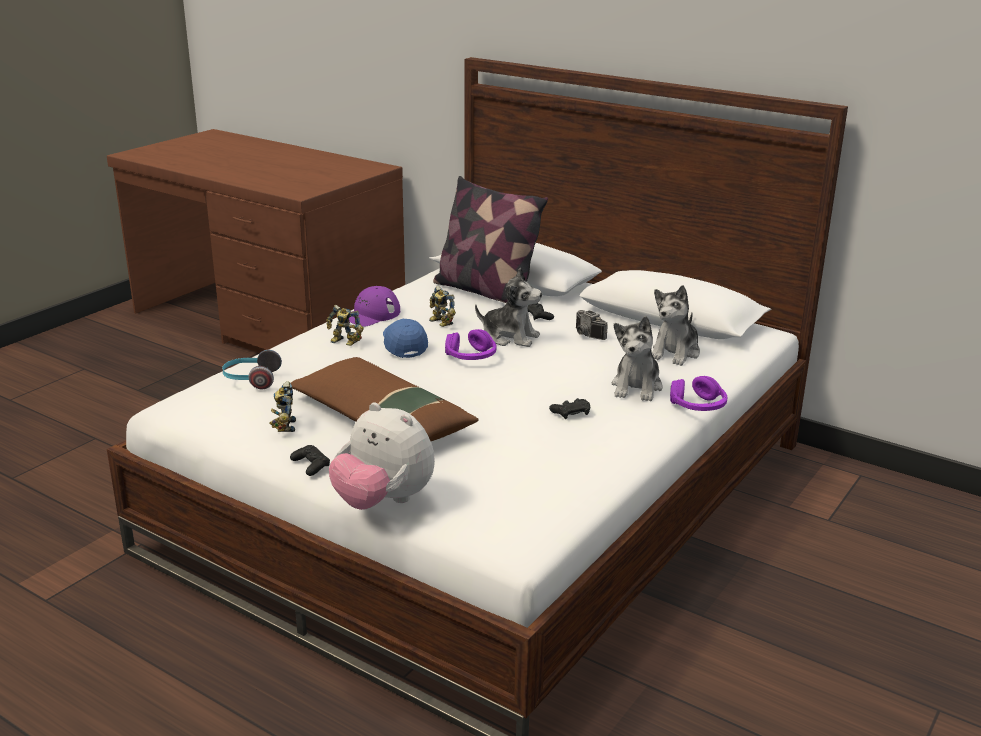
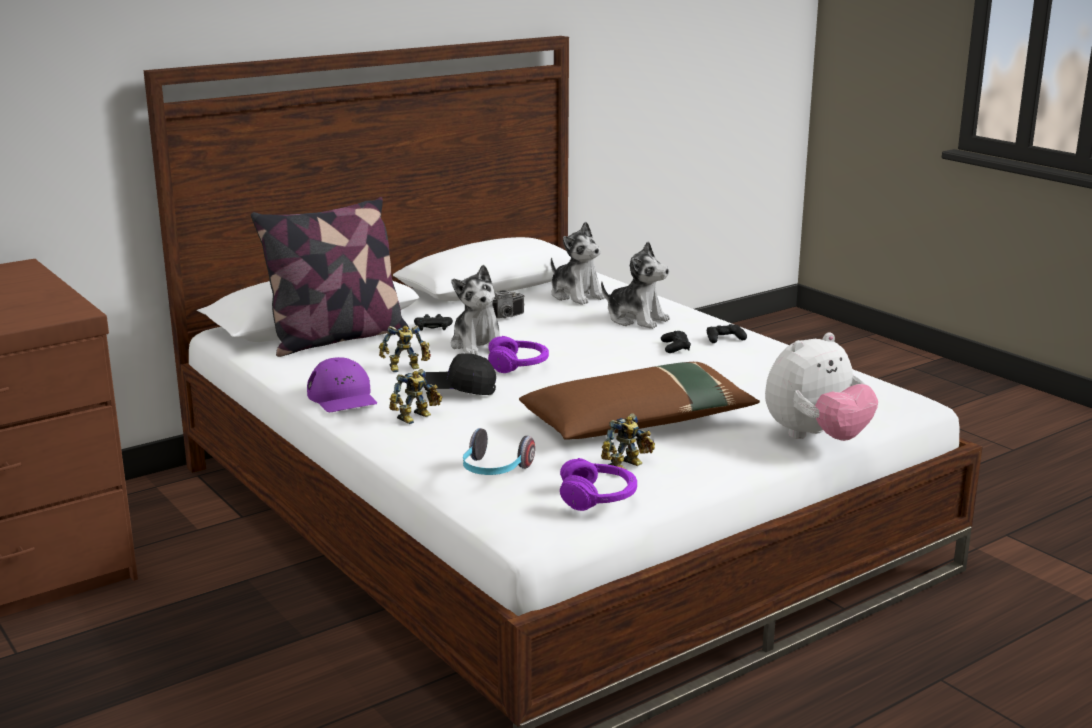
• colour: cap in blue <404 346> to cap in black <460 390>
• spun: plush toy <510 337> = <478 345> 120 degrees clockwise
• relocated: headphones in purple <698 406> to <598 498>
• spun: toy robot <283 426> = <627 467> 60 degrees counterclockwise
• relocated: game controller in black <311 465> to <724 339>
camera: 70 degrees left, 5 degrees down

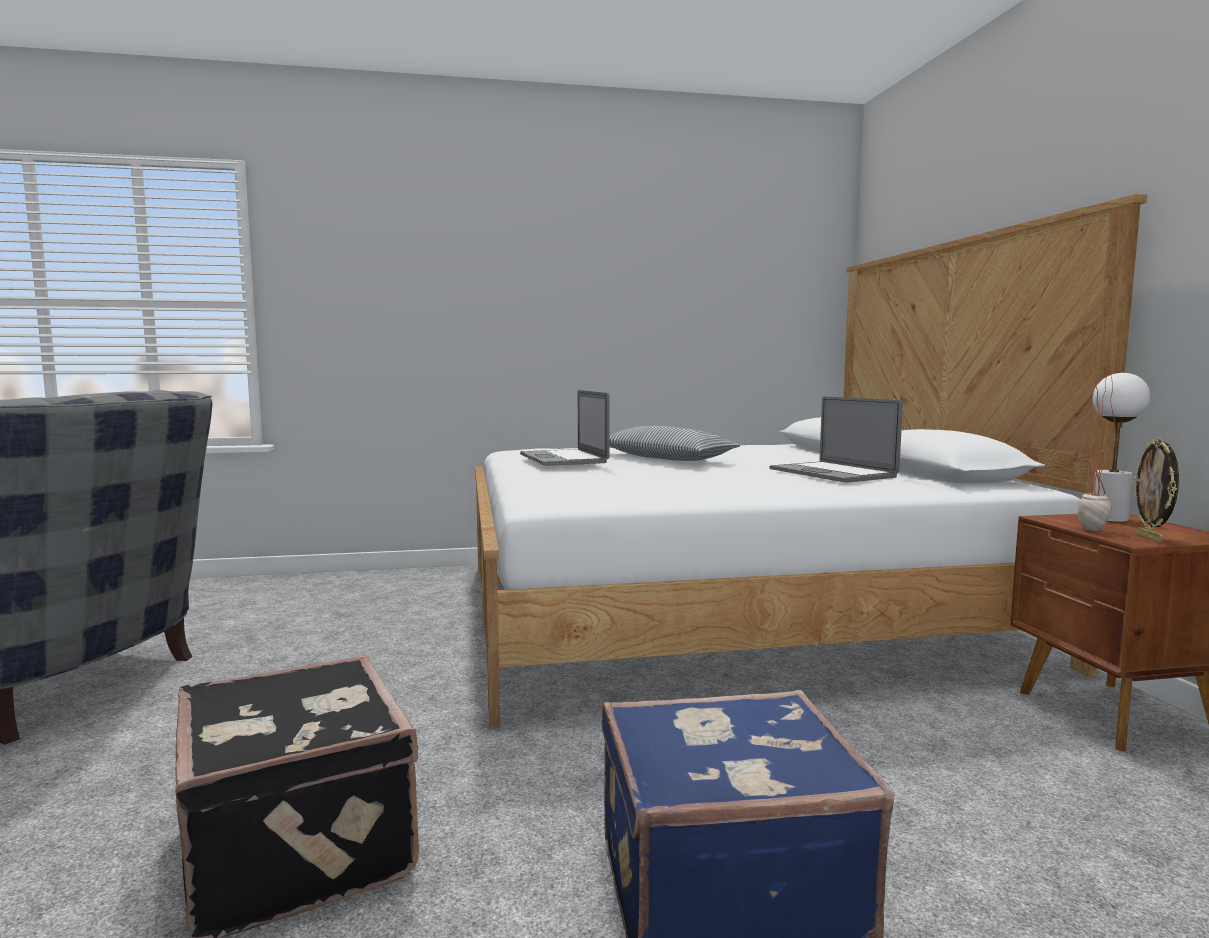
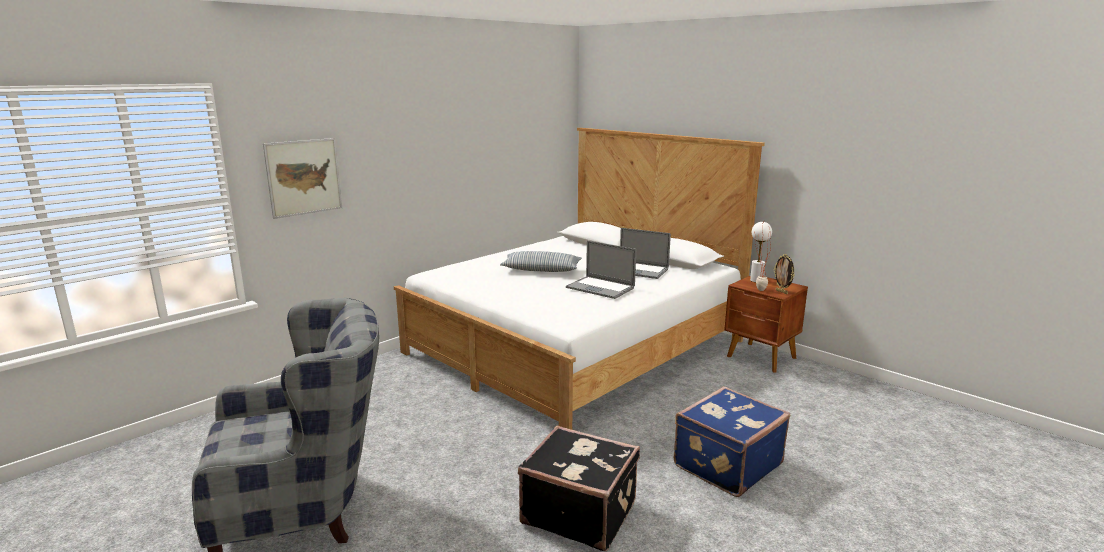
• appeared: picture <304 177>
• relocated: laptop <563 458> to <600 288>
camera: 35 degrees left, 10 degrees up

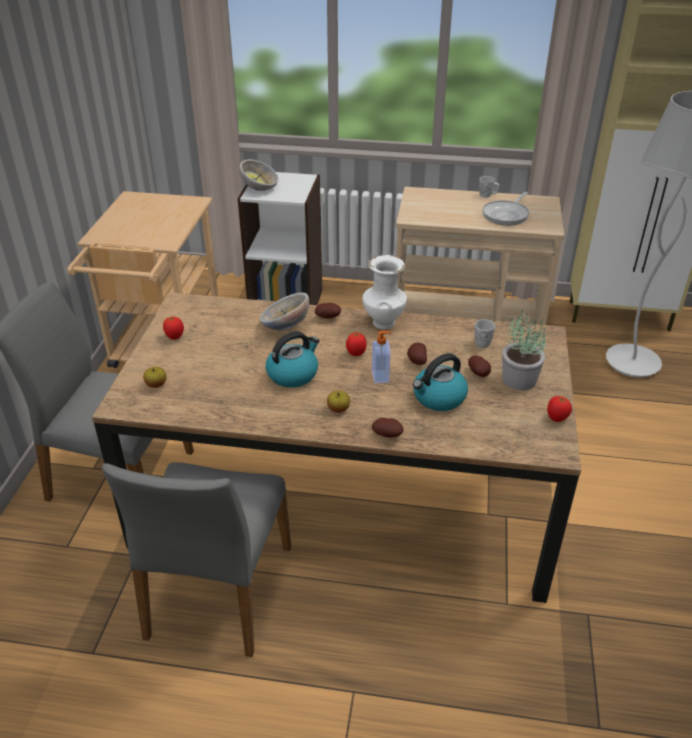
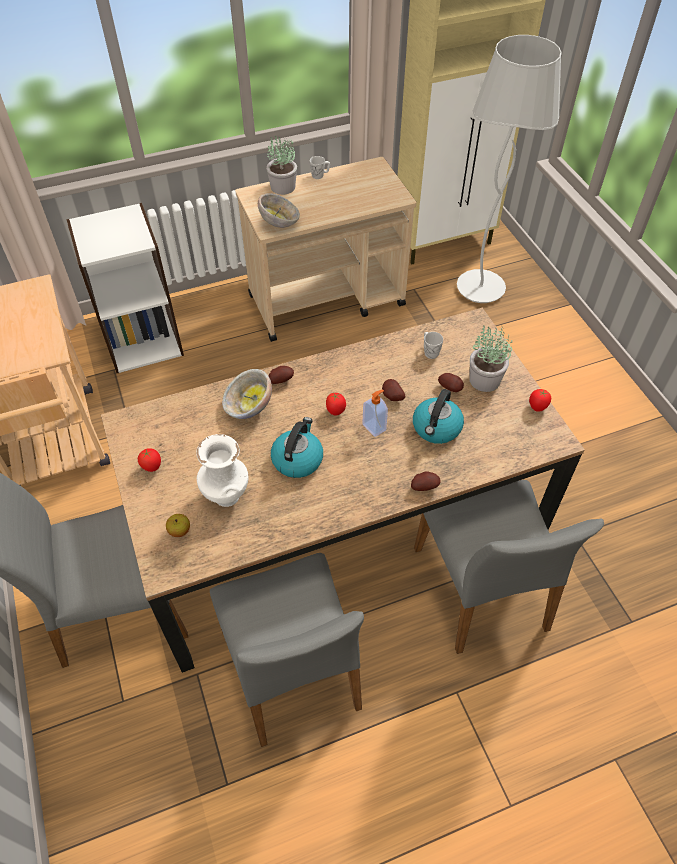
• relocated: vase in white <383 322> to <226 495>
• relocated: bowl <260 188> to <279 222>
• appeared: potted plant <283 187>
• appeared: chair in grey <482 589>
• missing: apple <338 409>
• missing: frying pan <506 215>
camera: 30 degrees left, 15 degrees up

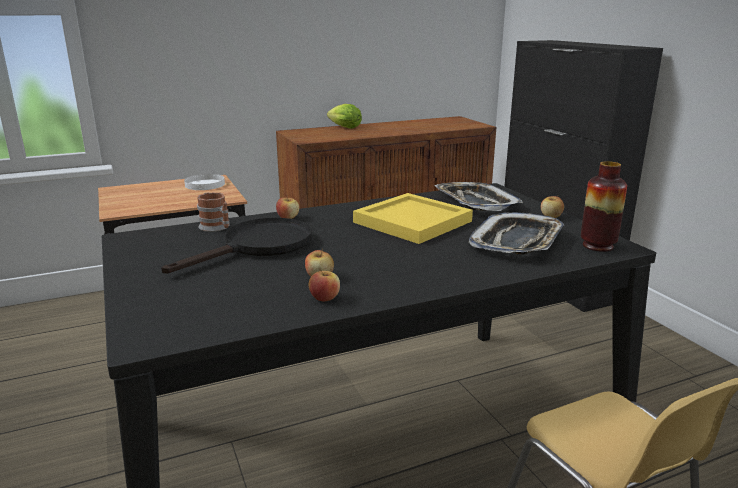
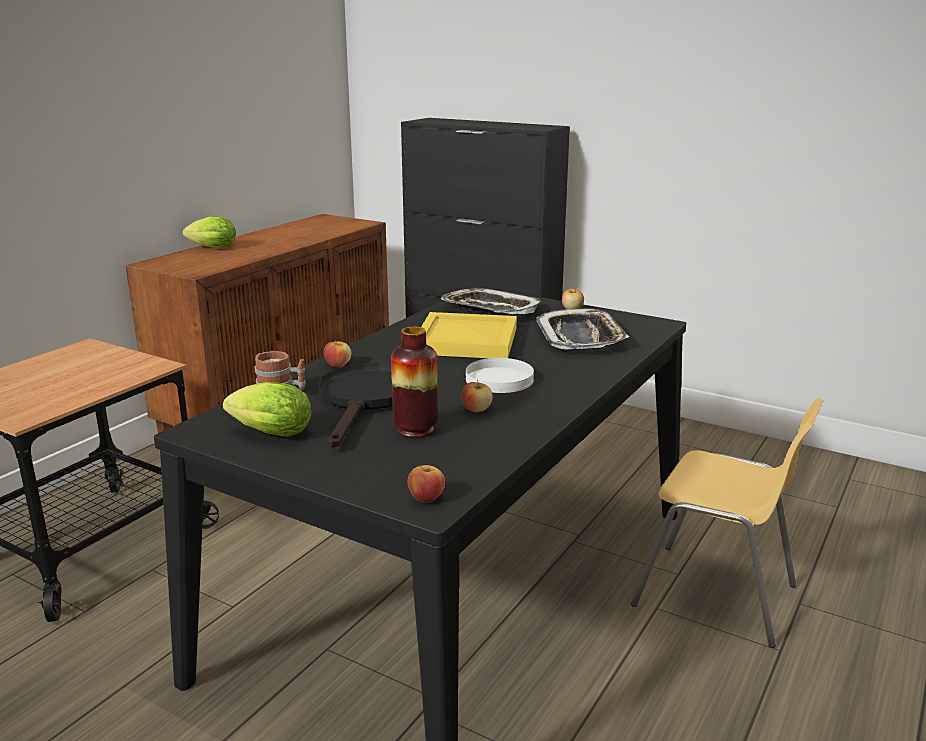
• appeared: lettuce <267 433>
• relocated: vase <597 246> to <415 430>
• relocated: apple <324 298> to <426 498>
• relocated: plate in white <204 184> to <499 379>
camera: 35 degrees left, 0 degrees up

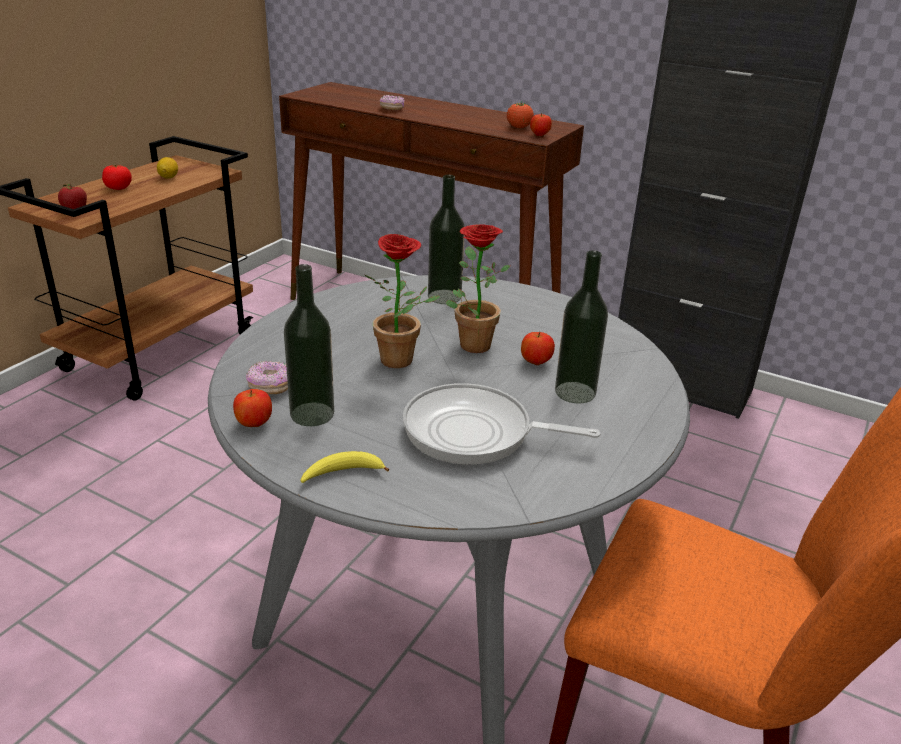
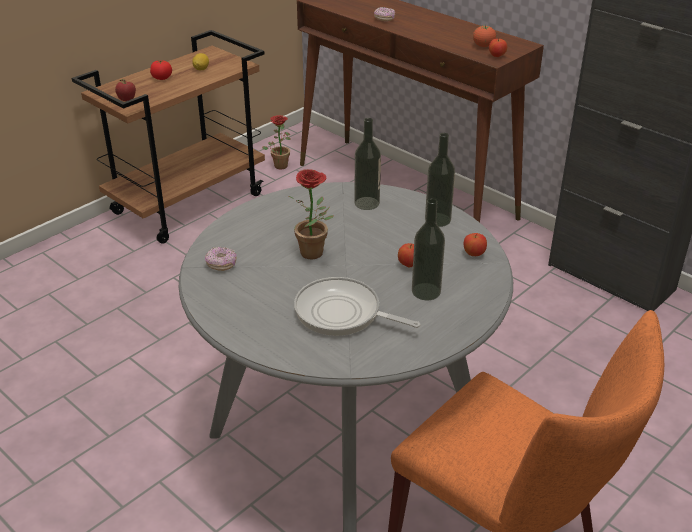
• relocated: potted plant <471 342> to <280 164>
• relocated: bottle <312 414> to <438 219>
• relocated: apple <254 424> to <473 254>
• missing: banana <342 474>
camera: 15 degrees right, 5 degrees up

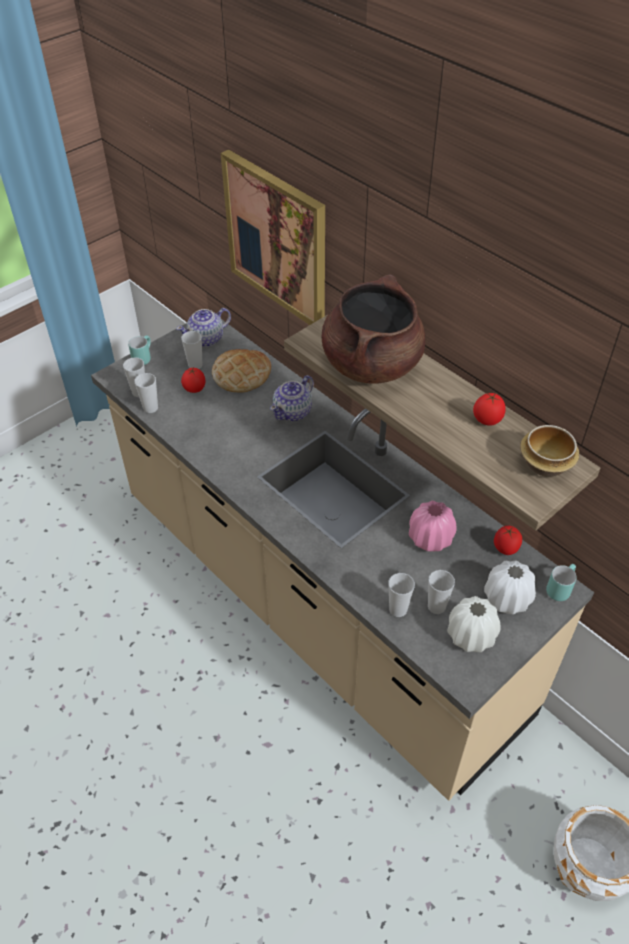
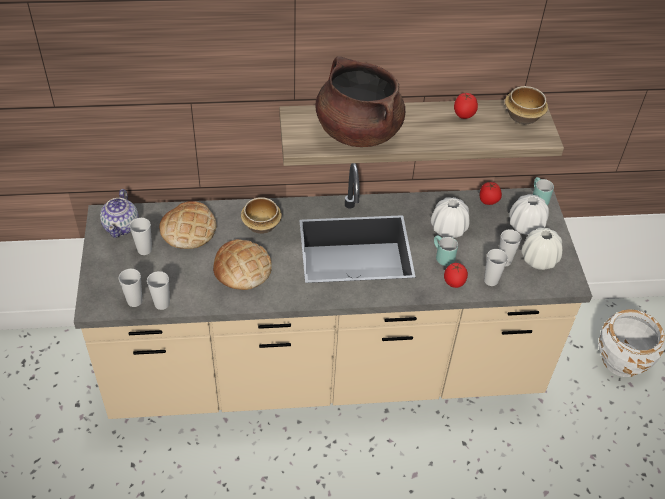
• appeared: bread <242 269>
• exchanged: teapot <293 412> to bowl <262 225>
• colour: vase in pink <430 538> to vase in white <448 229>
• relocated: mug in turquoise <142 357> to <441 257>
• relocated: tomato <194 389> to <454 283>
• missing: picture <277 239>
camera: 55 degrees left, 0 degrees up

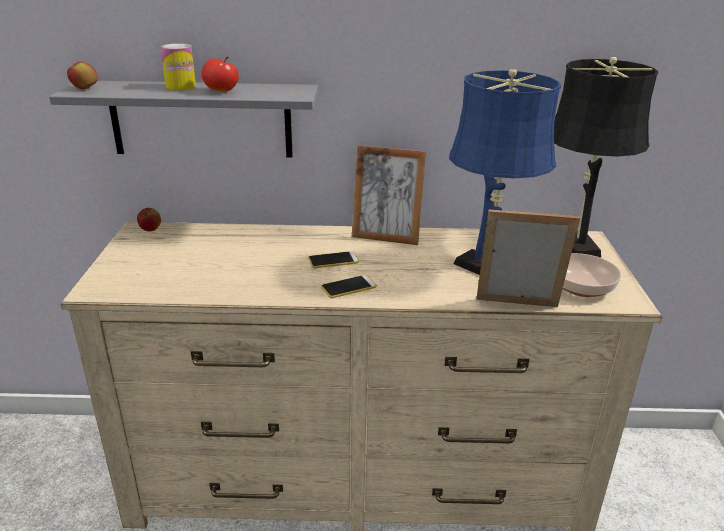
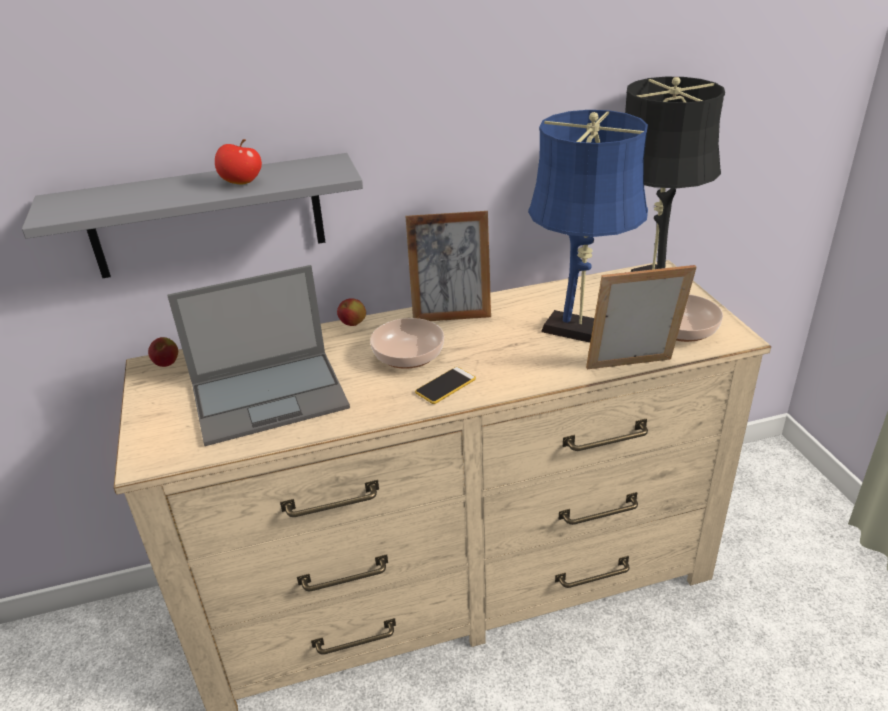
• appeared: laptop <271 396>
• relocated: apple <85 89> to <353 324>
• exchanged: phone <333 260> to bowl <409 356>
• missing: can <181 86>
camera: 15 degrees left, 5 degrees up

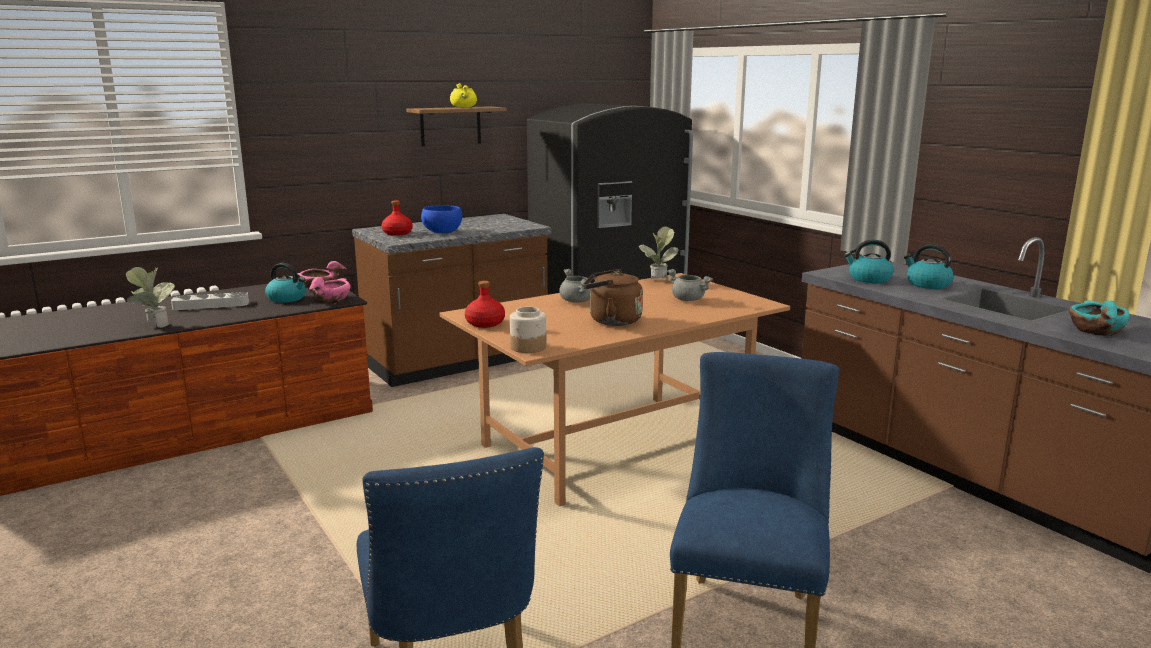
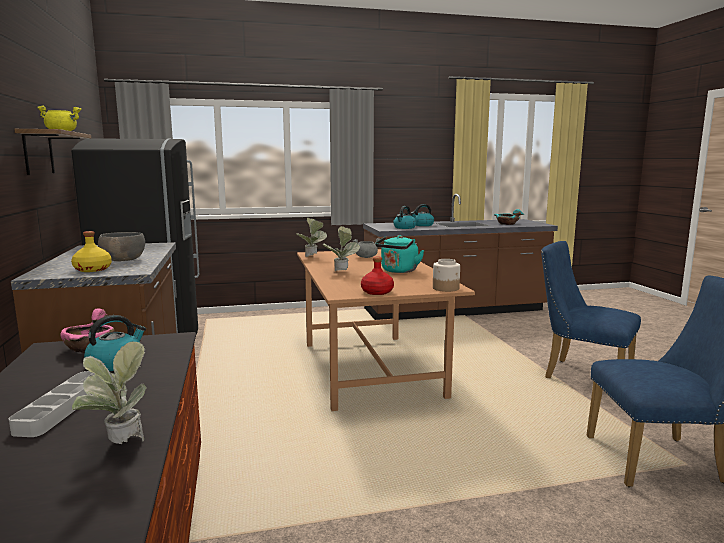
• colour: bottle in red <397 233> to bottle in yellow <92 269>
• colour: bowl in blue <442 232> to bowl in grey <123 260>
• exchanged: cooking pot in grey <577 301> to potted plant <342 272>
• colour: kettle in brown <611 321> to kettle in turquoise <398 271>
• missing: bowl in pink <331 299>
camera: 70 degrees left, 5 degrees down

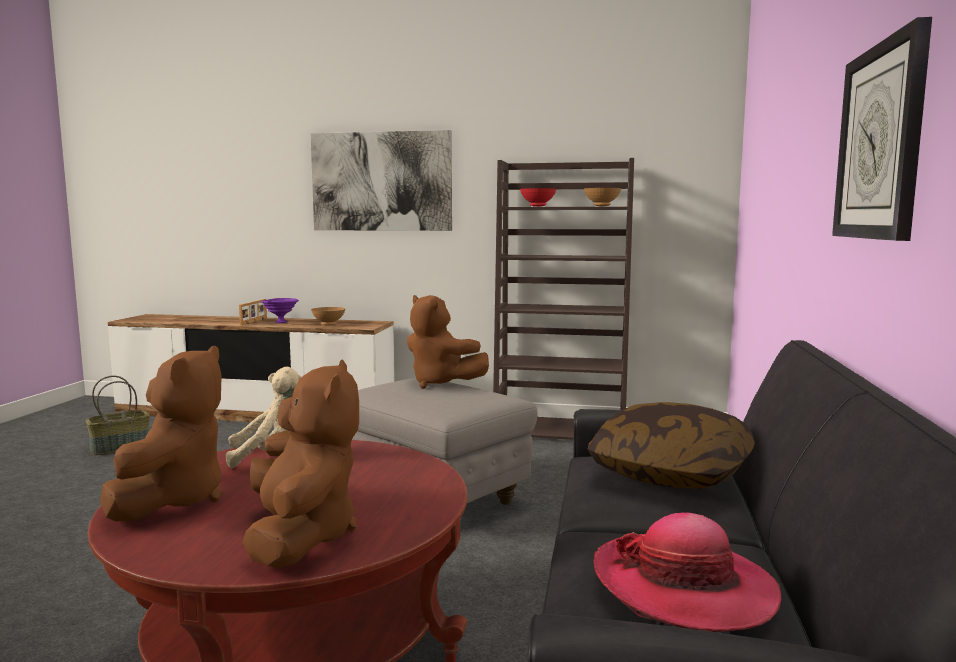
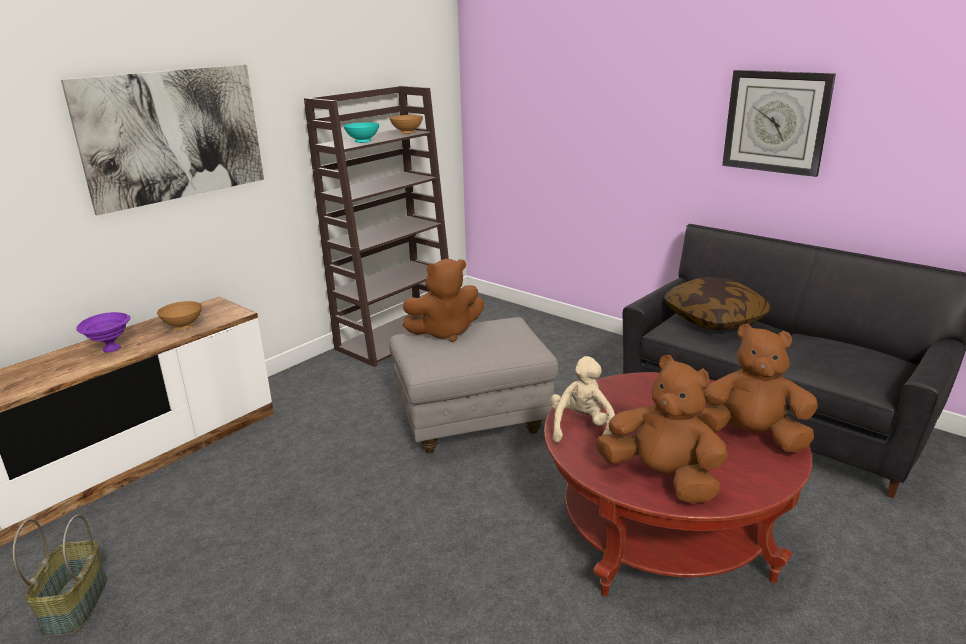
• colour: bowl in red <538 206> to bowl in turquoise <363 142>
• missing: picture frame <254 321>
• missing: hat <683 586>
camera: 60 degrees left, 15 degrees up

